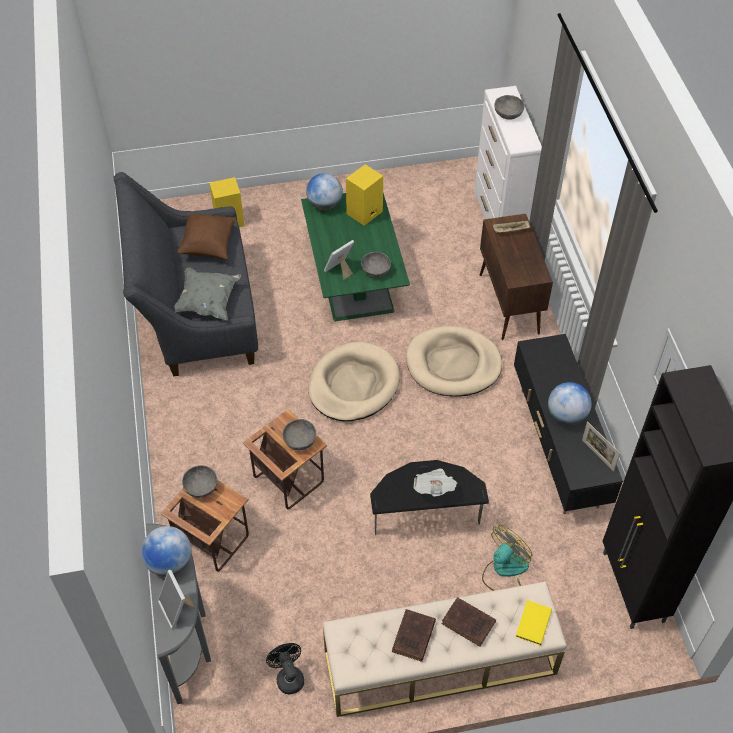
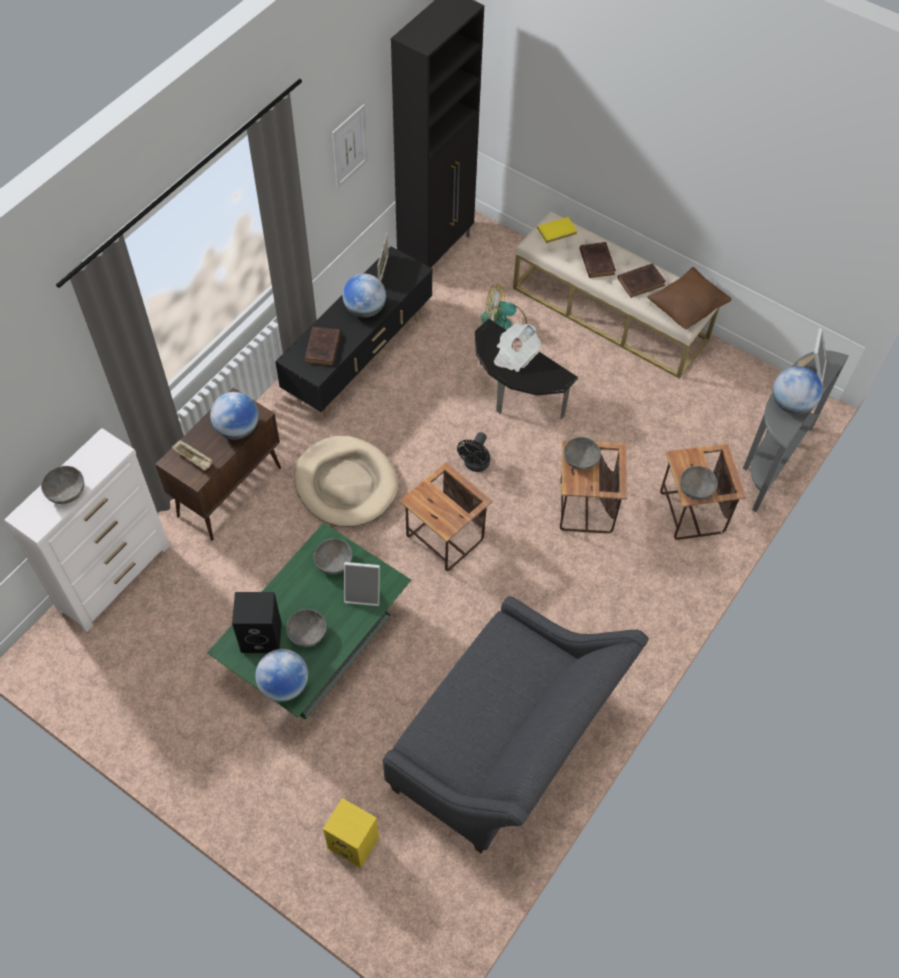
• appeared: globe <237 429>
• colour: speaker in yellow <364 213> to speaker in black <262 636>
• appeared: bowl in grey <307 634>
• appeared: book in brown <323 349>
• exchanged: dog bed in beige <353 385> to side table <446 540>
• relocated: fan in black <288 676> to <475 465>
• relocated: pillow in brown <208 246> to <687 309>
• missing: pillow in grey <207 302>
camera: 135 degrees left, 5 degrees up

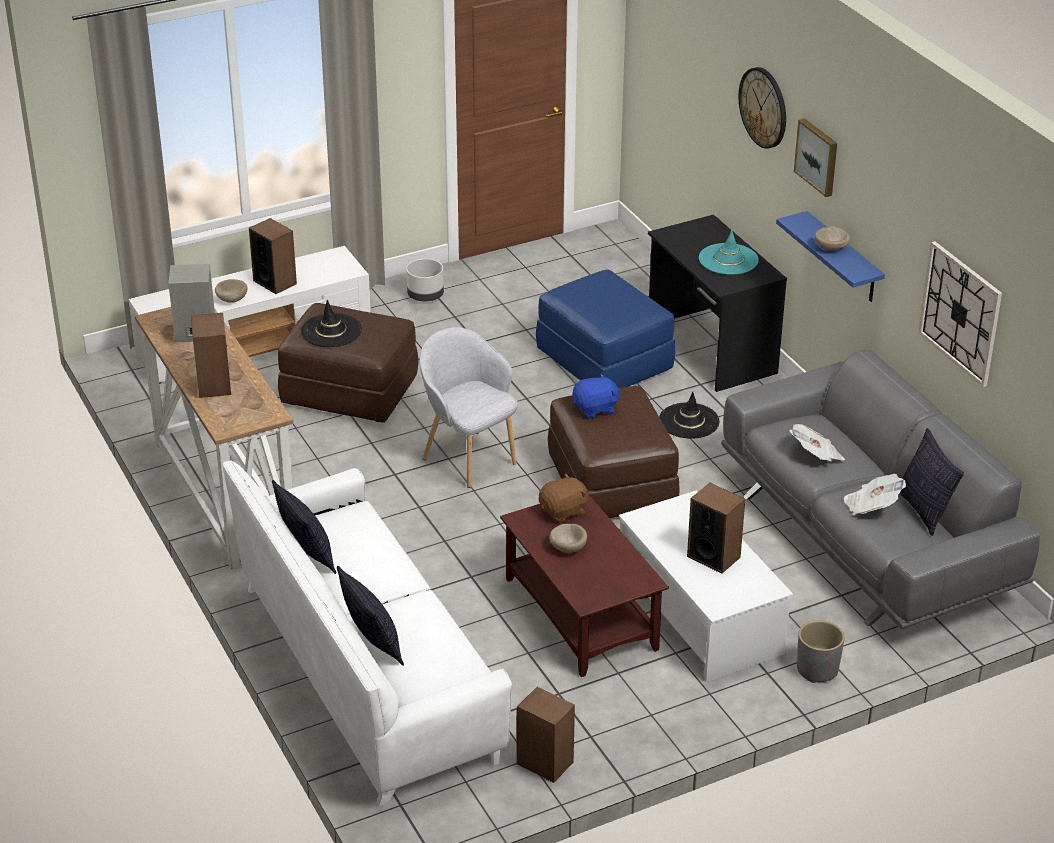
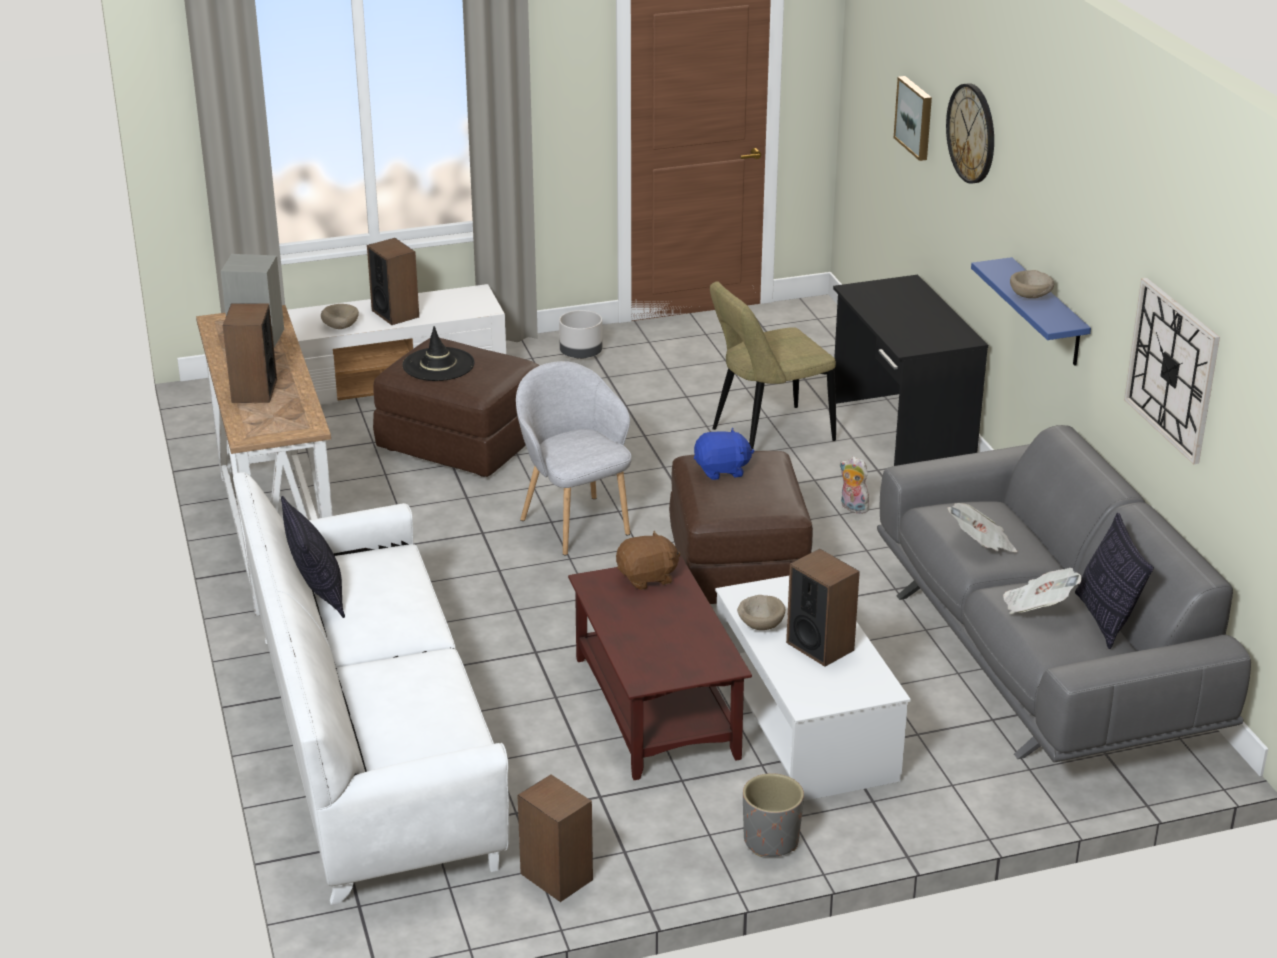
• exchanged: ottoman in blue <603 361> to chair in beige <767 436>
• relocated: bowl in beige <568 547> to <761 624>
• relocated: planter in grey <817 670> to <770 841>
• exchanged: hat in black <689 421> to plush toy <852 508>
• relocated: picture <818 156> to <915 117>
• missing: pillow <372 644>
• missing: hat in turquoise <728 259>
camera: 10 degrees right, 5 degrees down

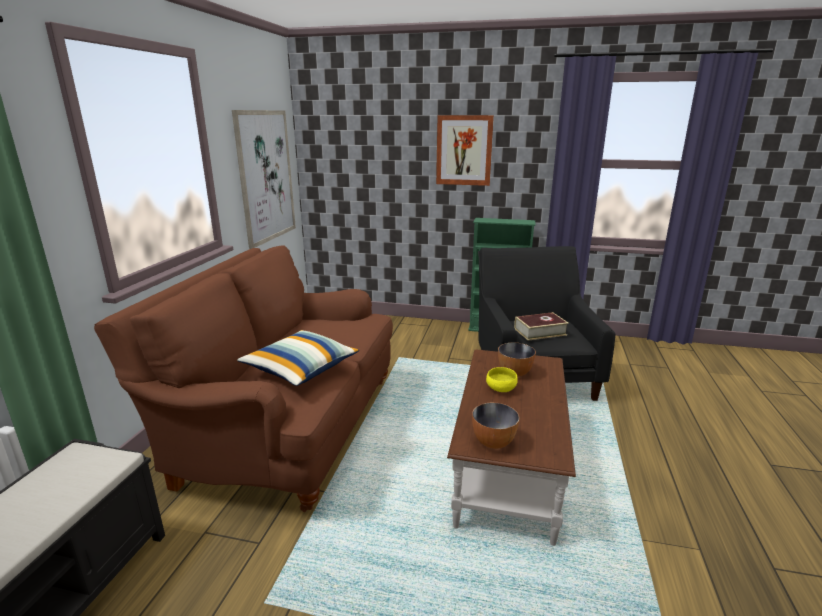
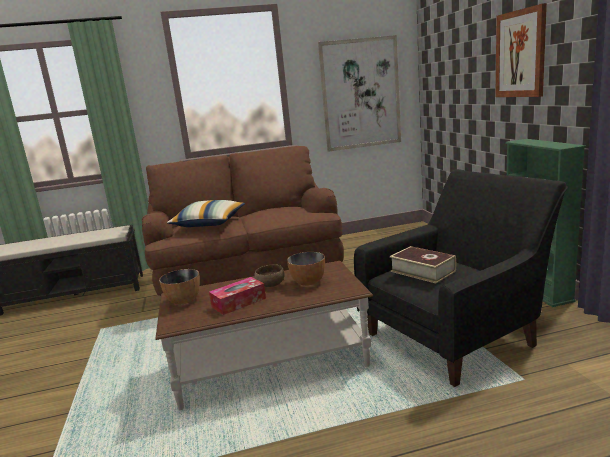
• appeared: tissue box <239 302>
• colour: bowl in yellow <501 389> to bowl in brown <270 285>
camera: 65 degrees right, 5 degrees down

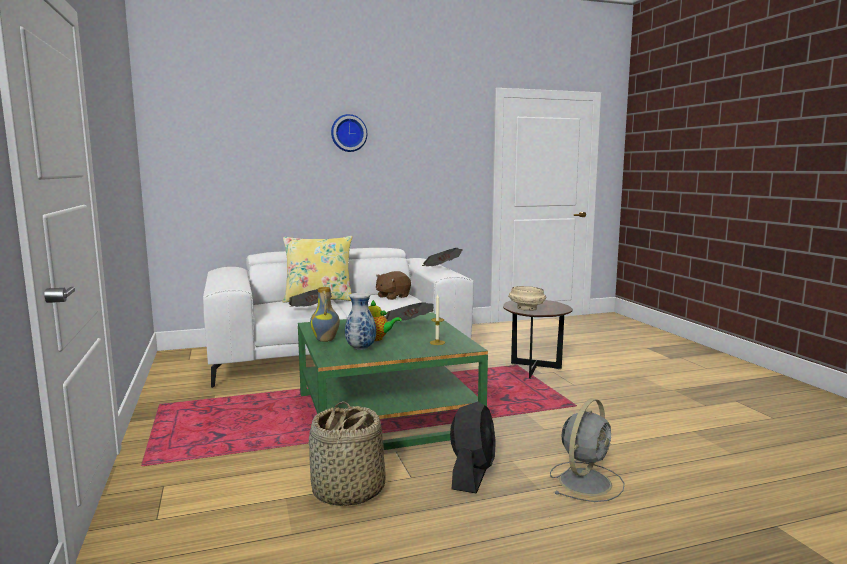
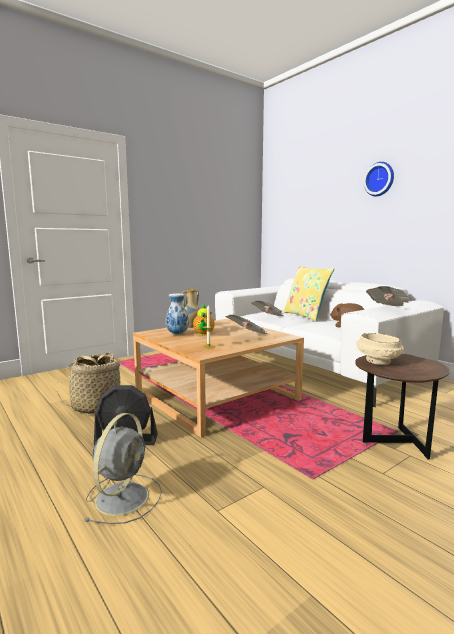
• spun: fan in grey <586 481> = <124 496> 90 degrees counterclockwise
• colour: coffee table in green <386 413> to coffee table in beige <216 396>
camera: 70 degrees right, 0 degrees up

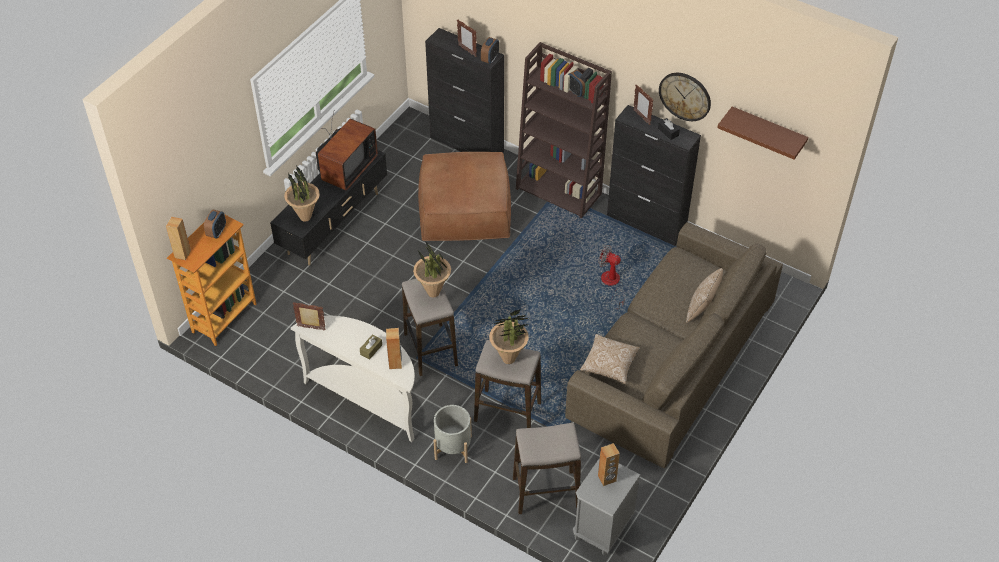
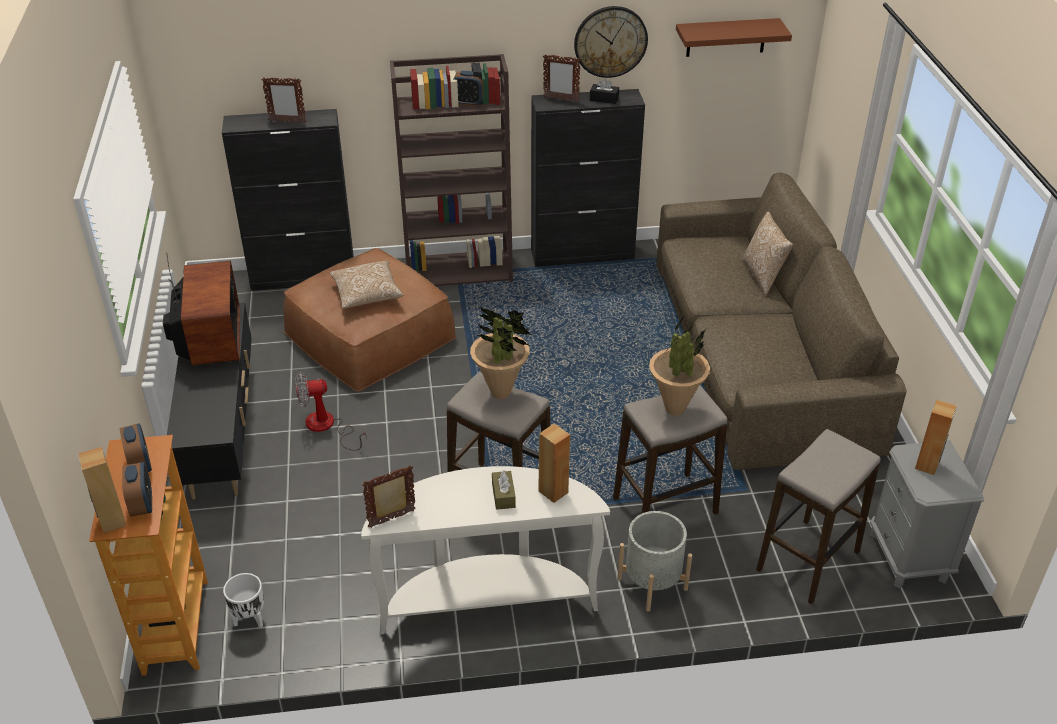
• relocated: alarm clock <490 59> to <142 505>
• appeared: planter in white <249 619>
• relocated: fan <612 284> to <327 427>
• relocated: pillow <609 364> to <367 294>
• missing: potted plant <305 217>
camera: 40 degrees left, 10 degrees down

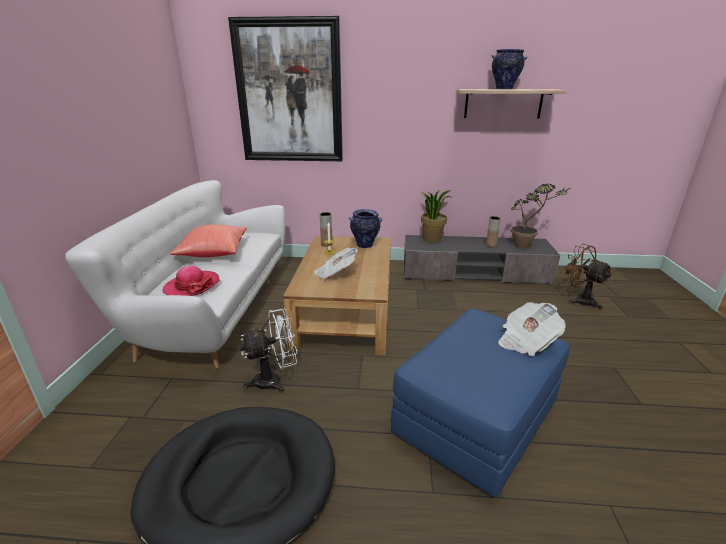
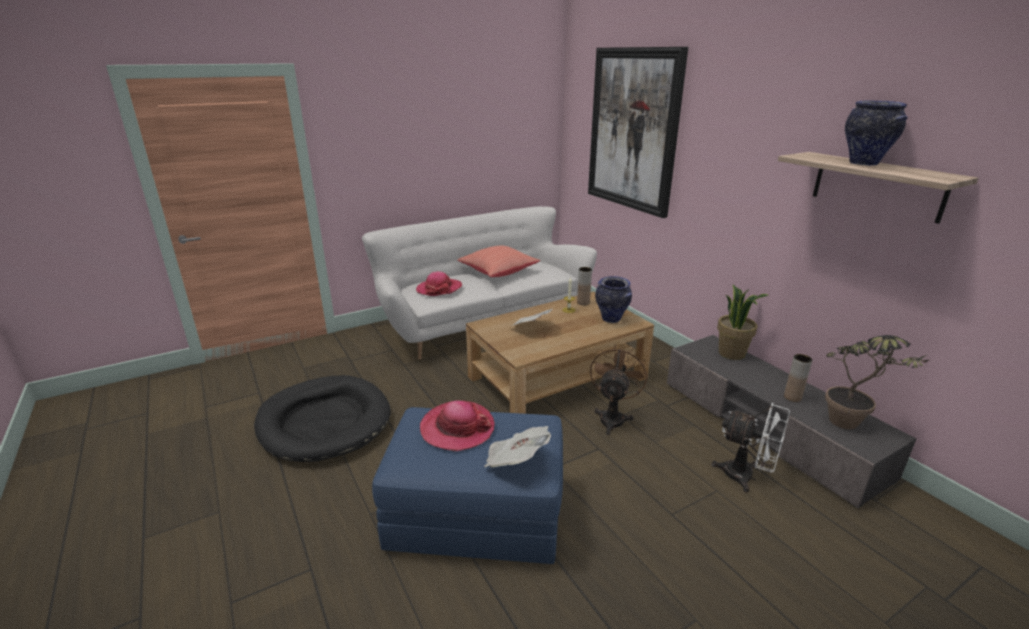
• appeared: hat <457 428>
• relocated: fan in brown <579 300> to <613 417>
• relocated: fan in white <274 380> to <746 477>
camera: 55 degrees right, 0 degrees up

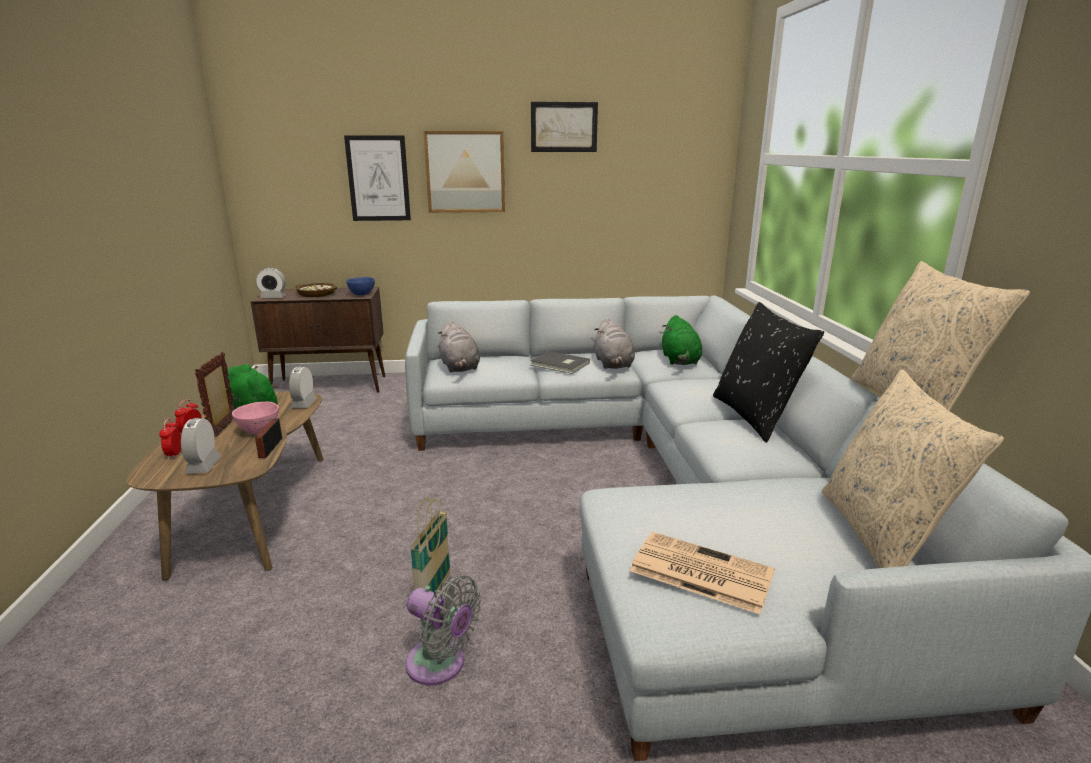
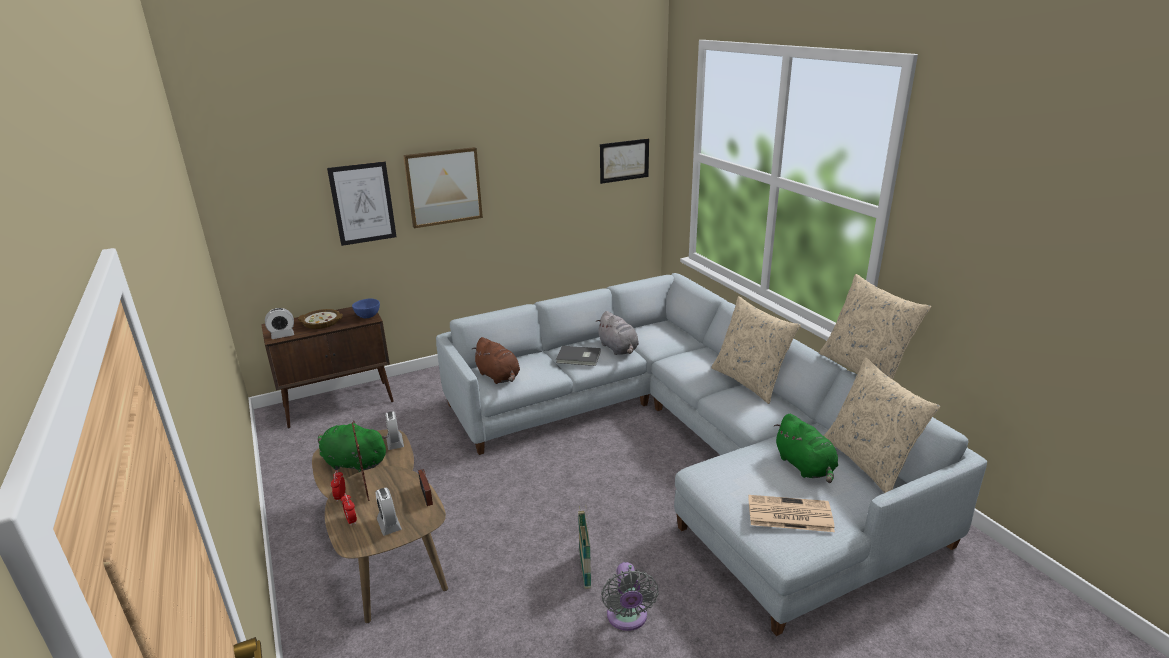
• colour: plush toy in grey <459 367> to plush toy in brown <499 376>
• relocated: picture <564 127> to <624 160>
• spun: fan in grey <440 665> = <627 618> 75 degrees clockwise
• colour: pillow in black <756 416> to pillow in beige <749 381>
• relocated: plush toy in green <680 361> to <805 467>
• missing: bowl in pink <259 430>
camera: 20 degrees left, 5 degrees up

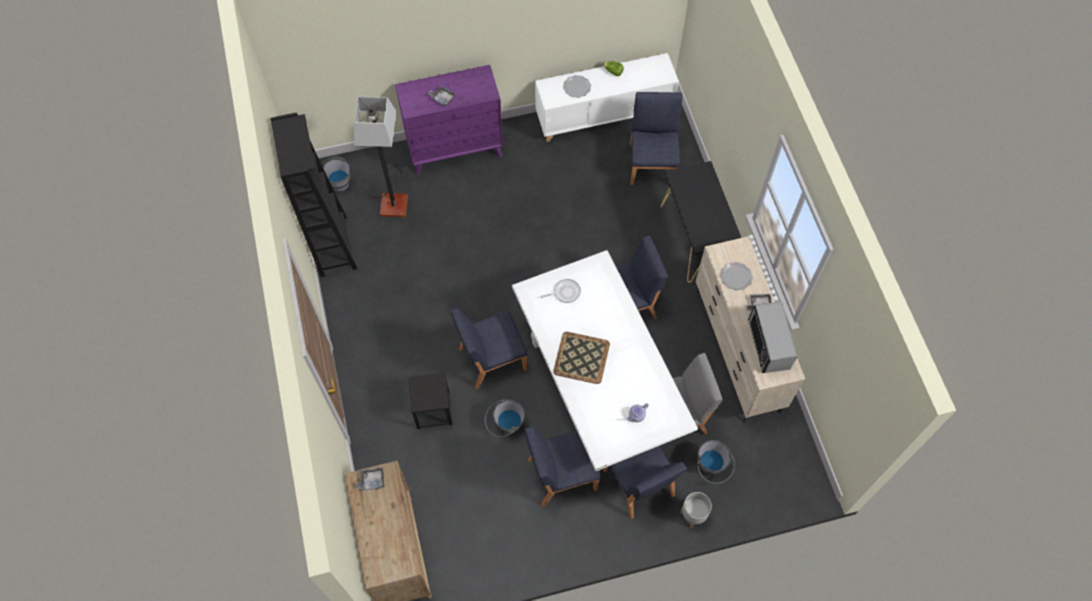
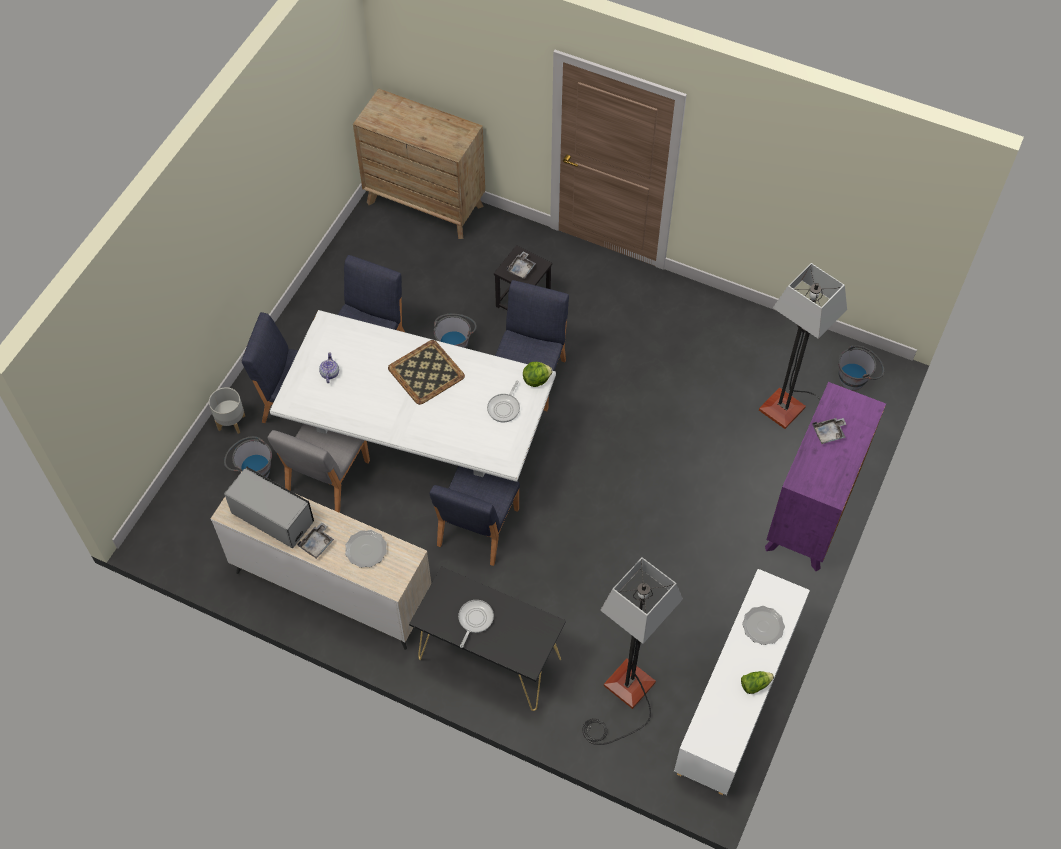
• appeared: frying pan <474 620>
• relocated: tray in grey <371 481> to <521 269>
• appeared: lettuce <536 379>
• exchanged: chair in blue <652 163> to floor lamp <624 696>
• missing: bookcase in black <334 246>
camera: 130 degrees right, 5 degrees down

